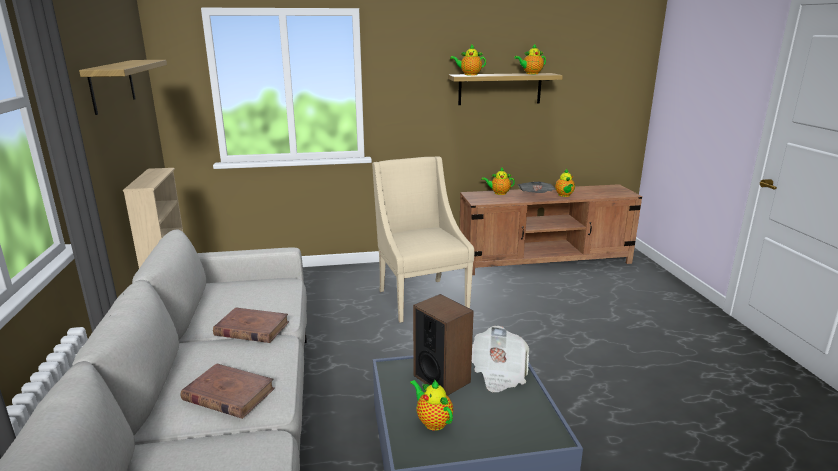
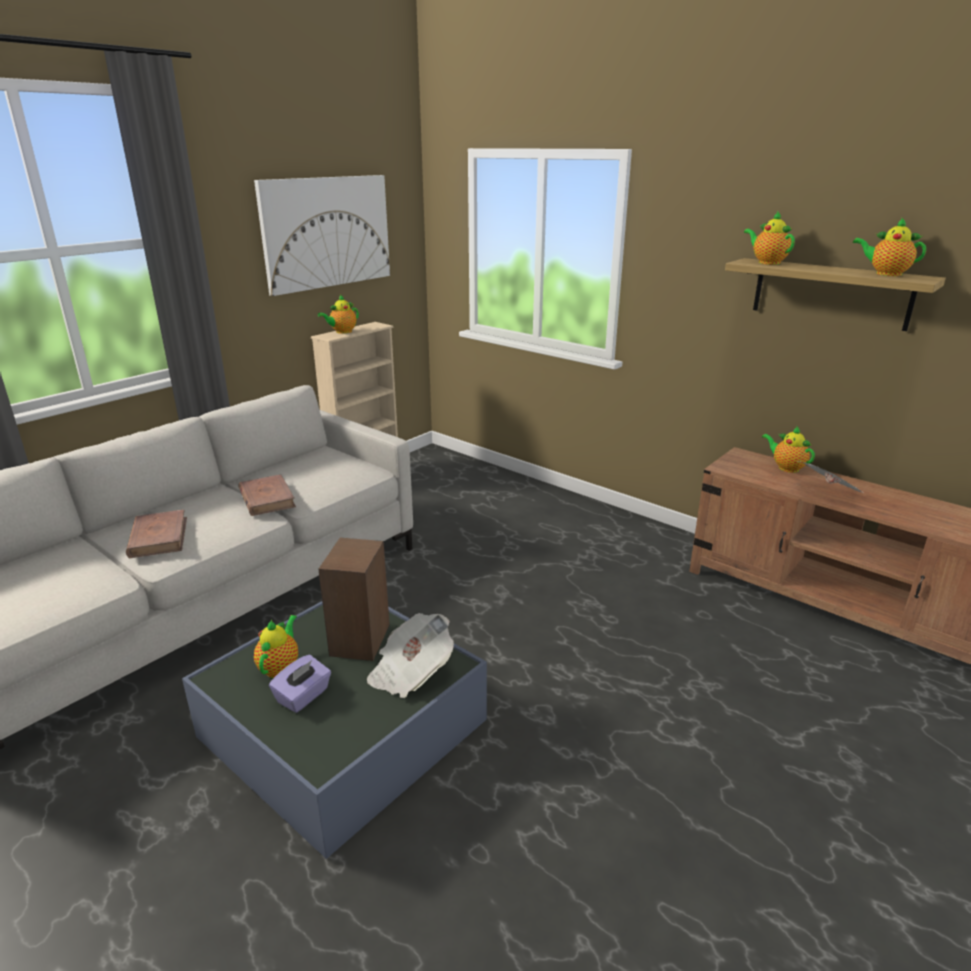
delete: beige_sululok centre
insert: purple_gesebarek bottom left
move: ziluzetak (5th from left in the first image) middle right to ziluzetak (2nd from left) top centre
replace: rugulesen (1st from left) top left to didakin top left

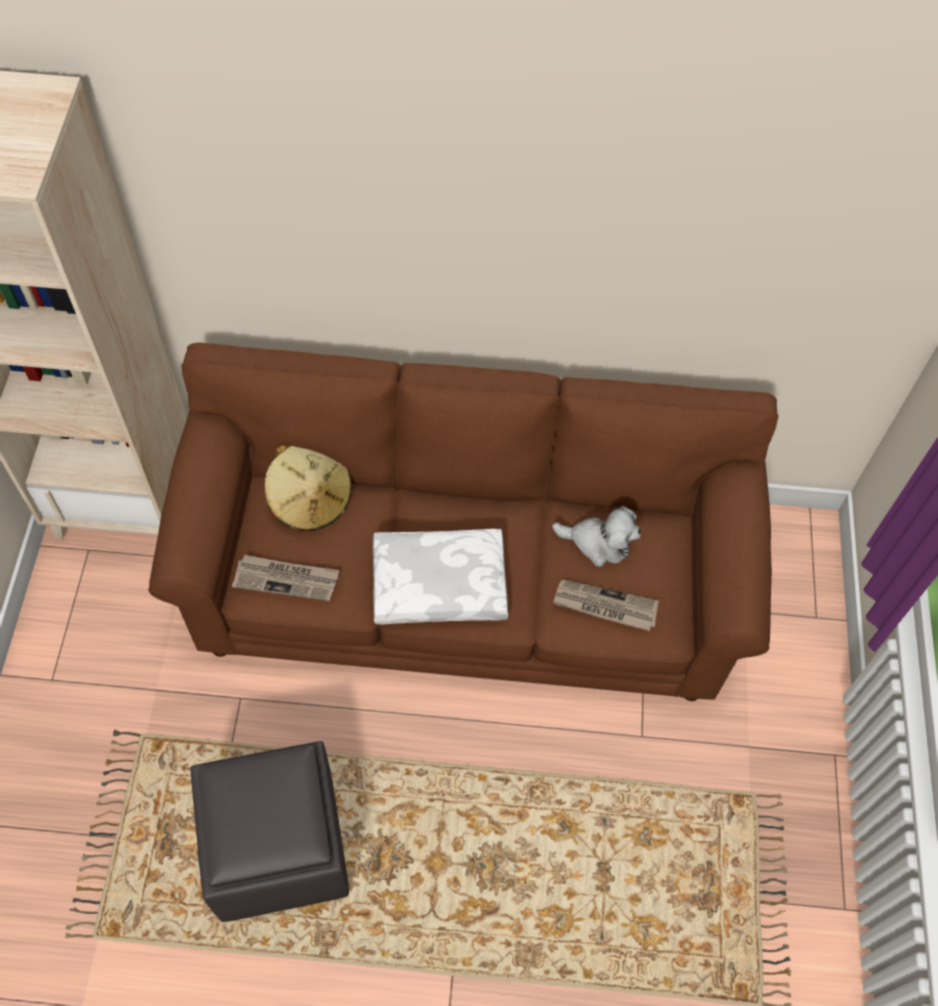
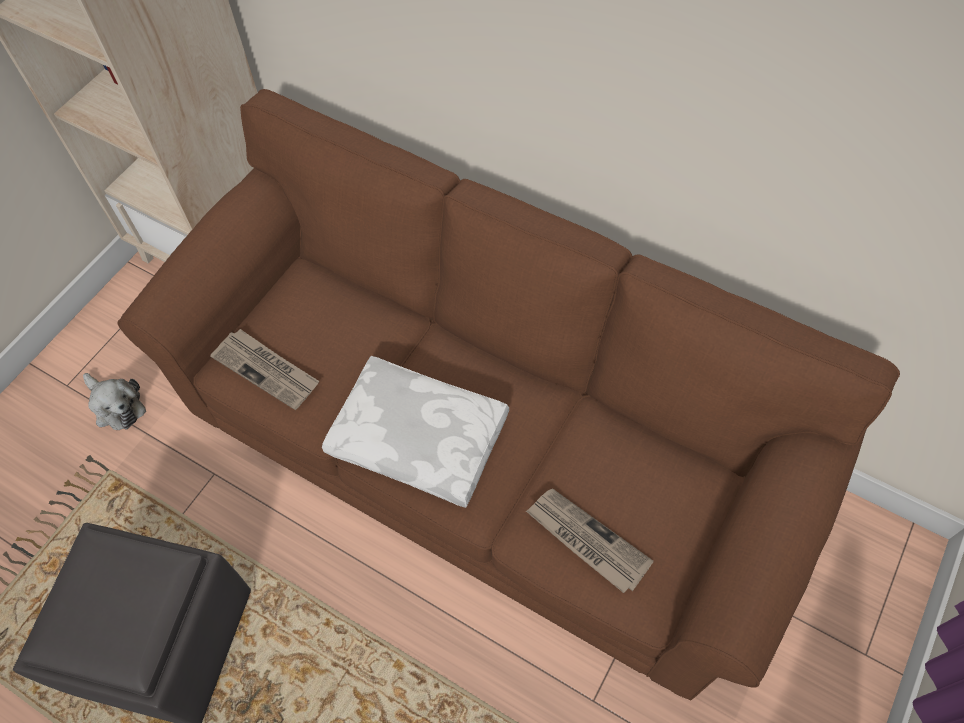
delete: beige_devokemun middle left
move: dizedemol centre to middle left

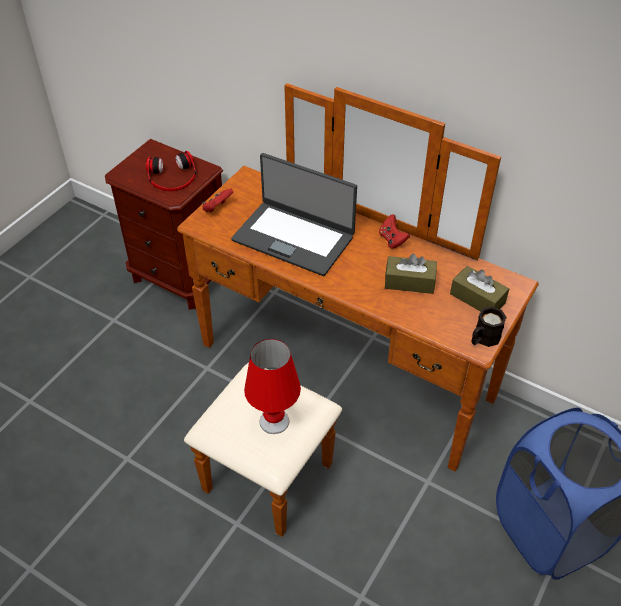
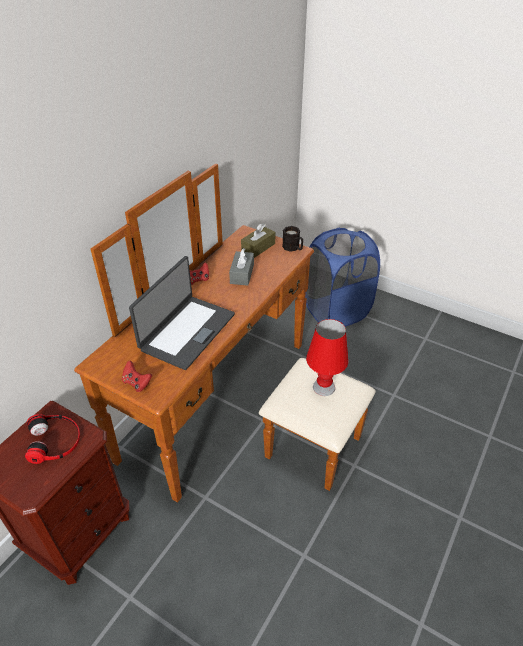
recolor: brown_gesebarek (1st from left) centre to grey_gesebarek centre

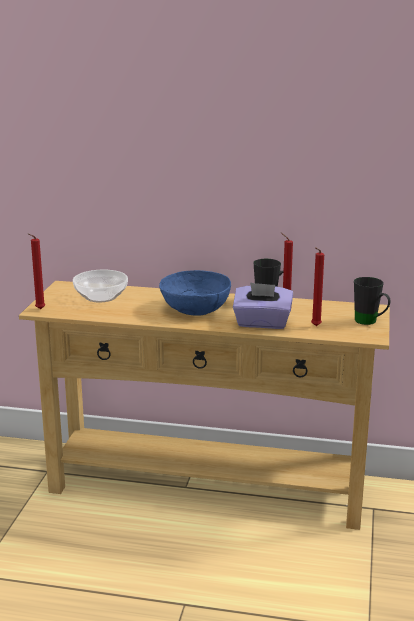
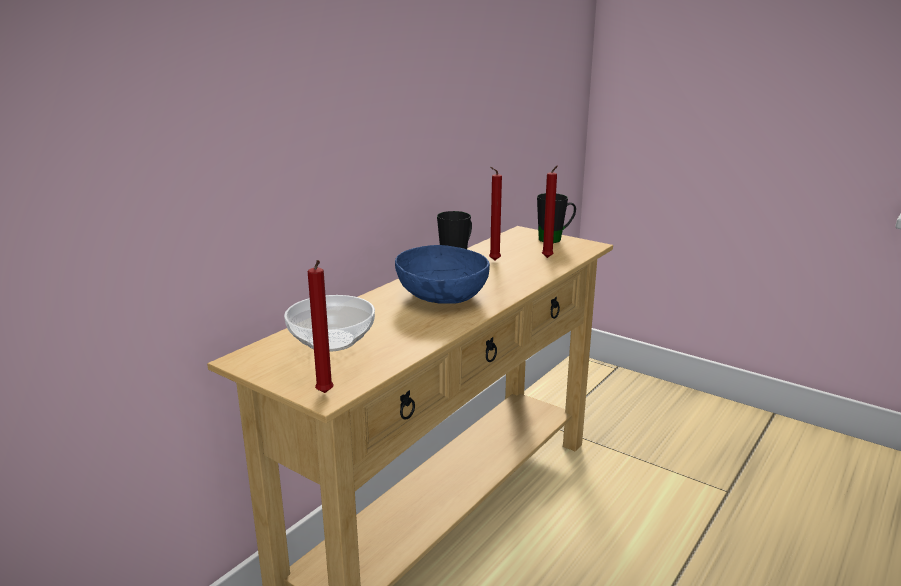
delete: purple_gesebarek centre

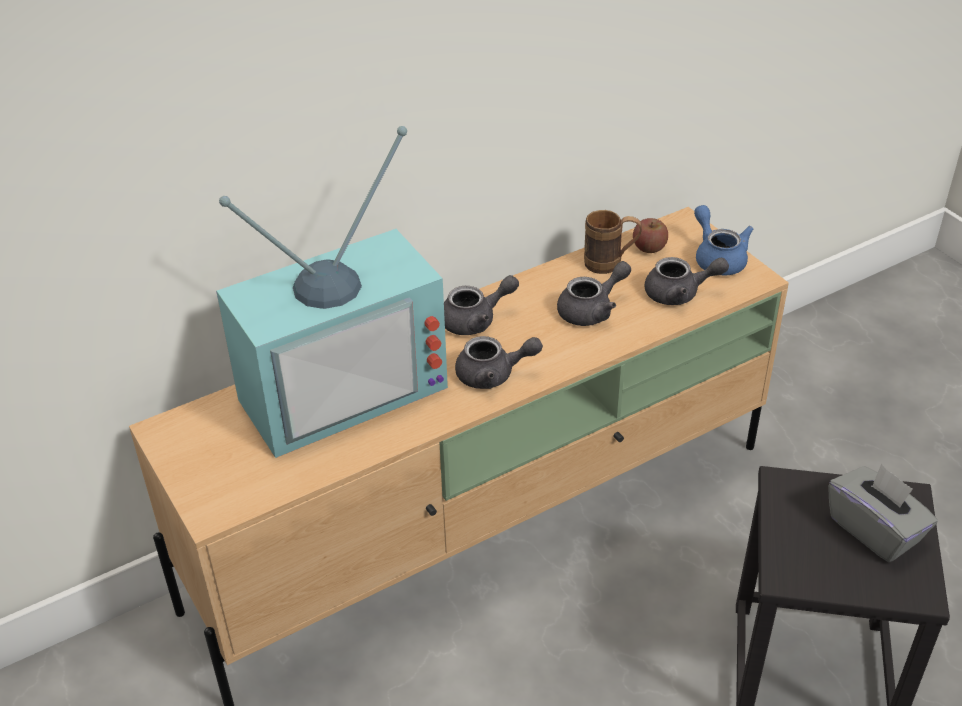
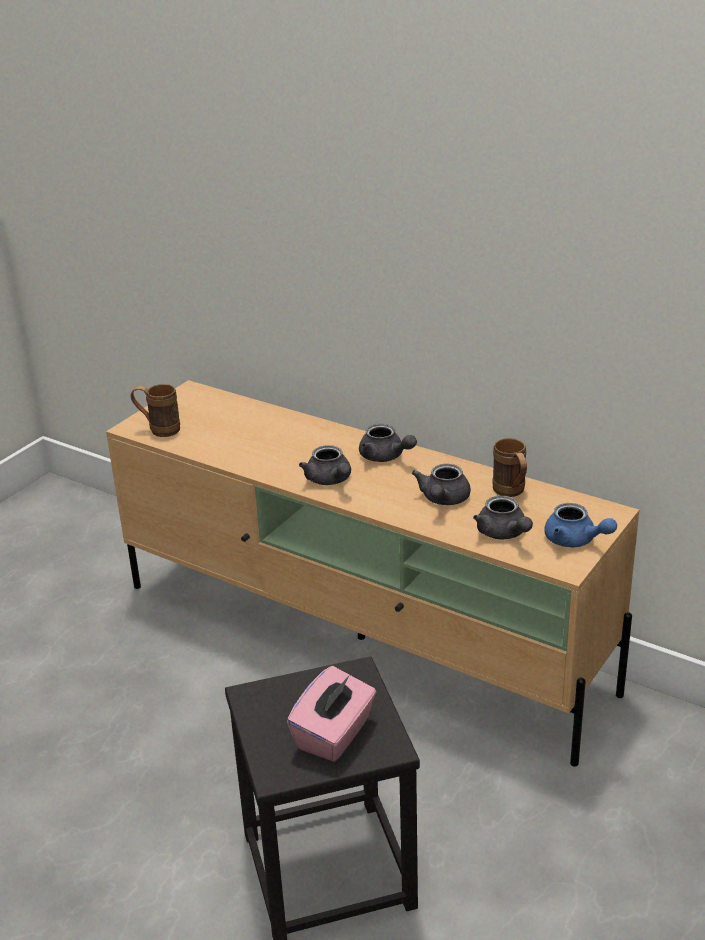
delete: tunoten centre; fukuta top right
insert: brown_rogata (1st from left) middle left
recolor: grey_gesebarek bottom right to pink_gesebarek bottom centre
rotate: grey_ziluzetak (3rd from left) centre = centre 75 degrees clockwise; blue_ziluzetak middle right = middle right 90 degrees clockwise

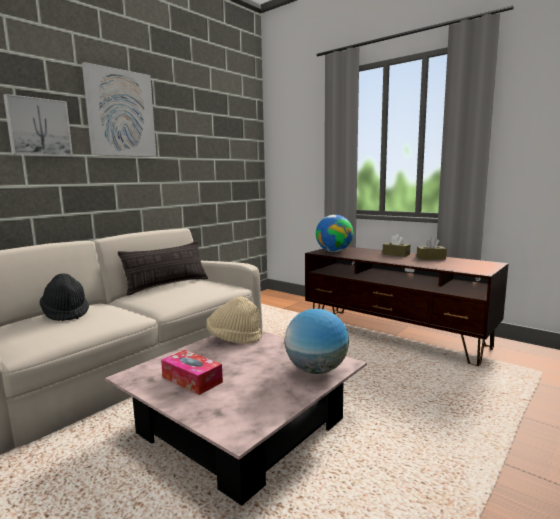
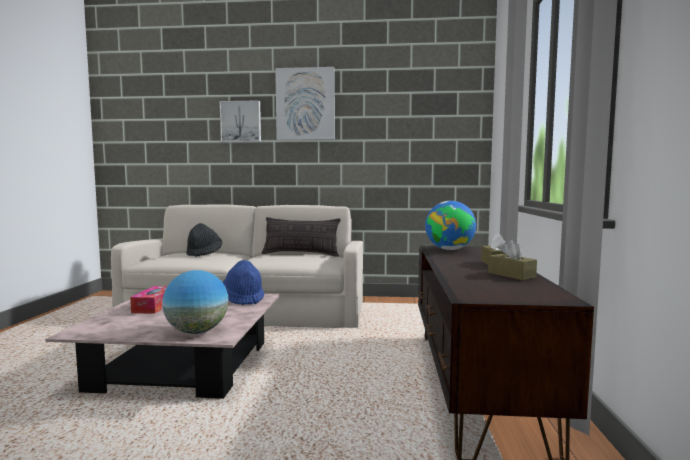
recolor: beige_devokemun centre to blue_devokemun centre

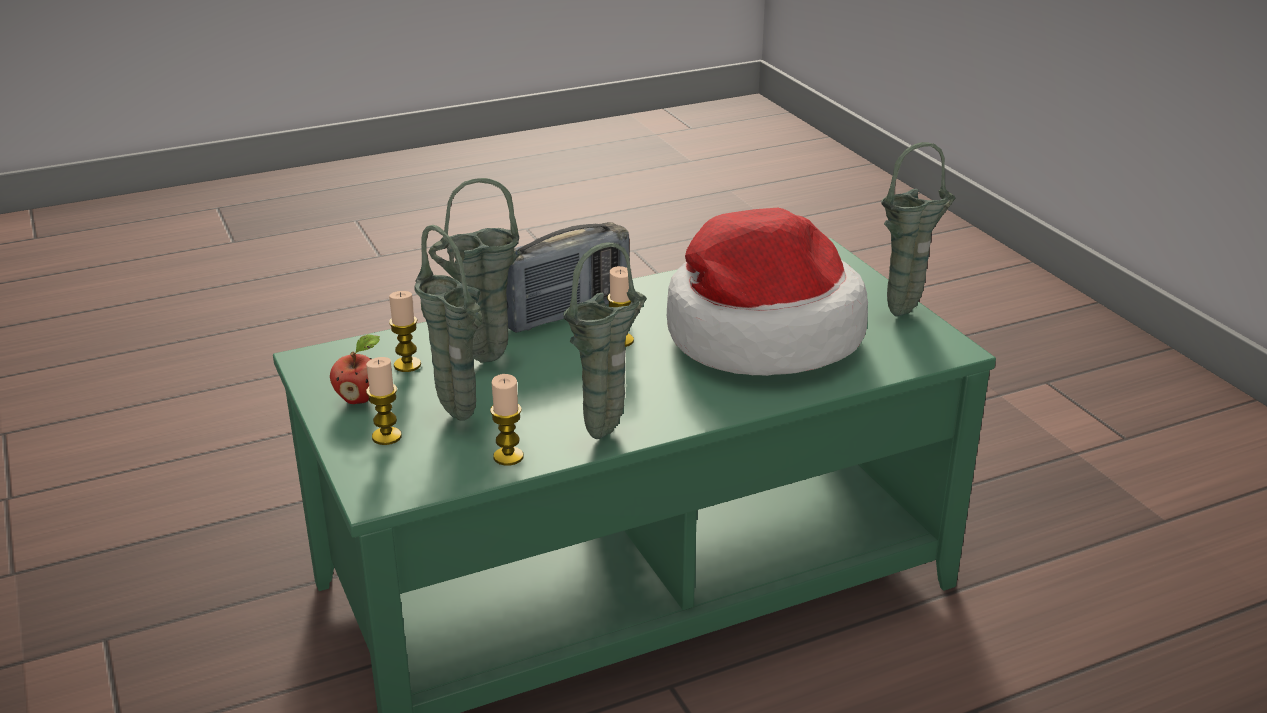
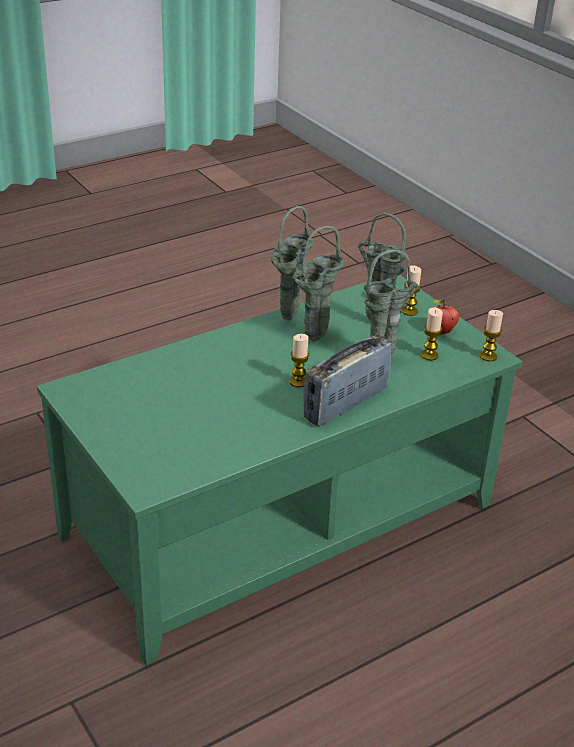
delete: devokemun centre
move: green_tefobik (4th from left in the first image) top right to green_tefobik (2nd from left) centre; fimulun (3rd from left in the first image) centre to fimulun (4th from left) middle right

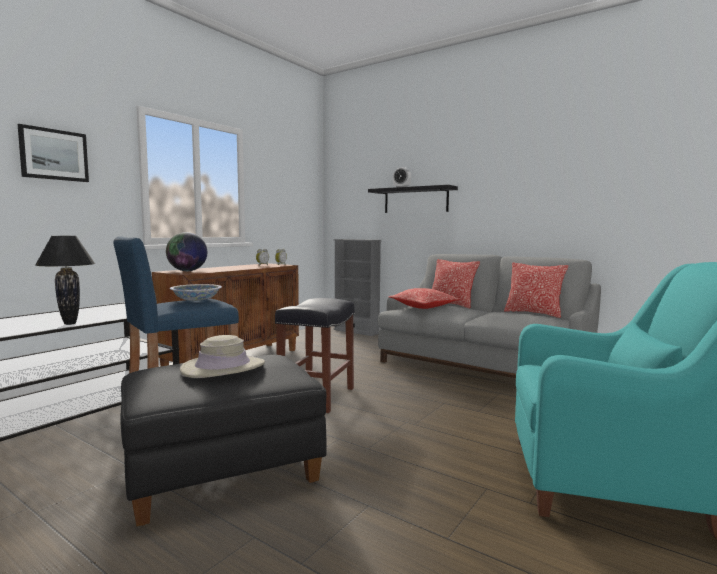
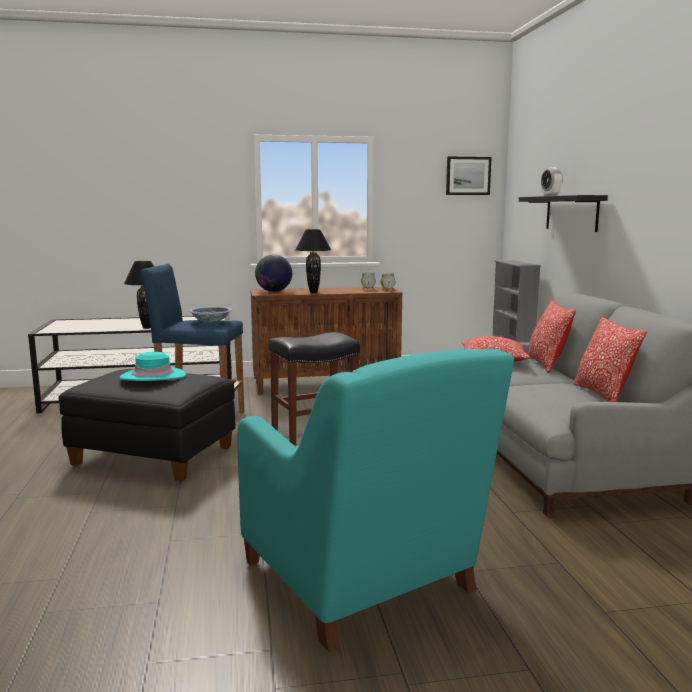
insert: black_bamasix (2nd from left) centre
move: didakin top left to top right
recolor: beige_devokemun middle left to turquoise_devokemun middle left

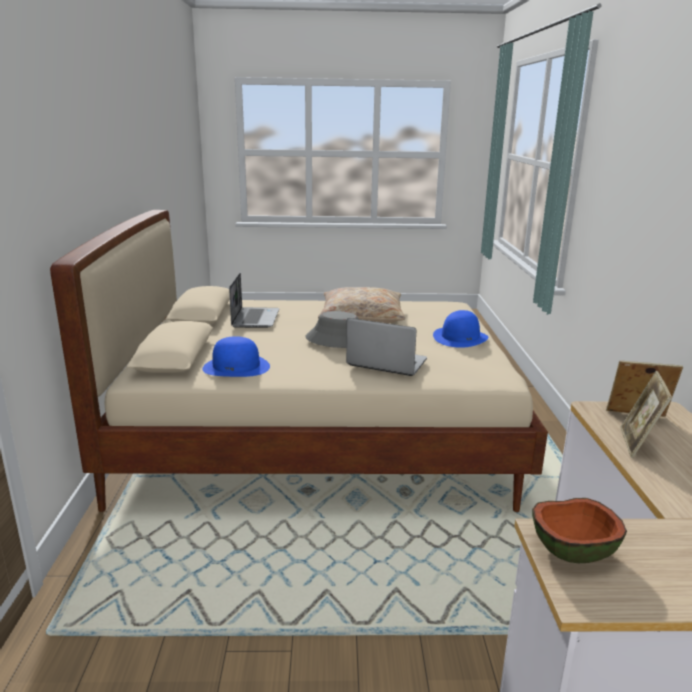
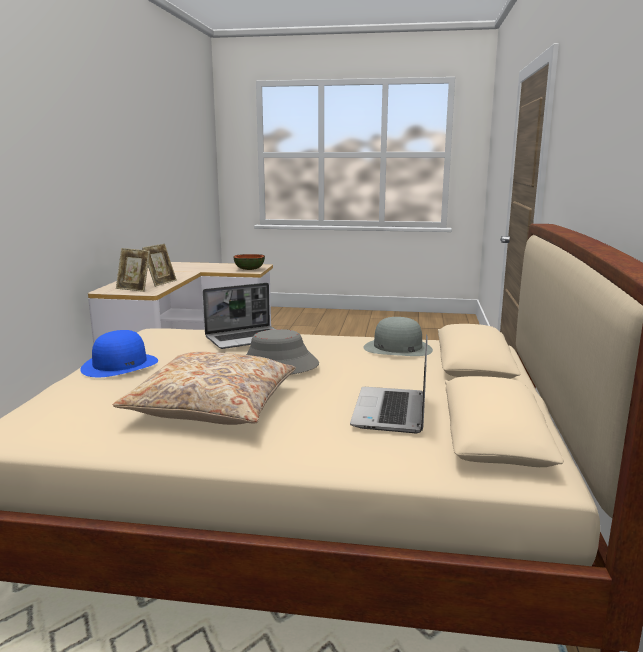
recolor: blue_devokemun (1st from left) centre to grey_devokemun (2nd from left) centre
rotate: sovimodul (2nd from left in the first image) centre = centre 60 degrees counterclockwise

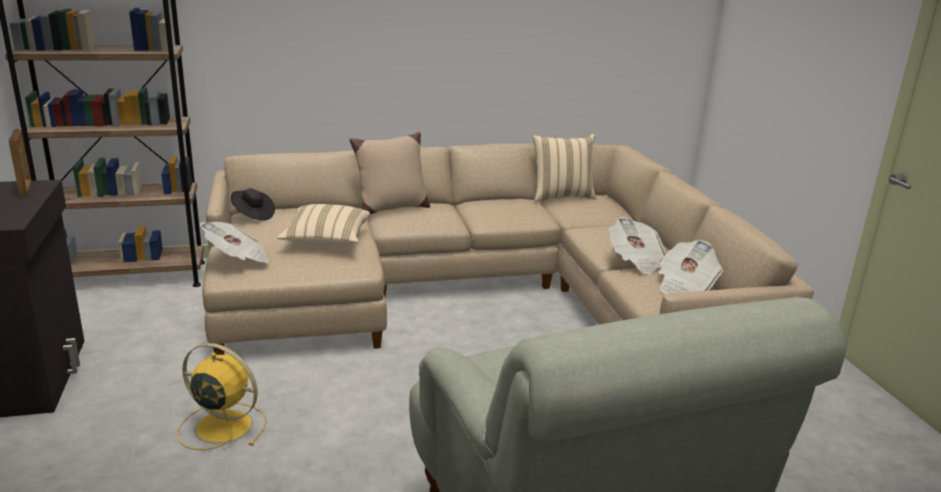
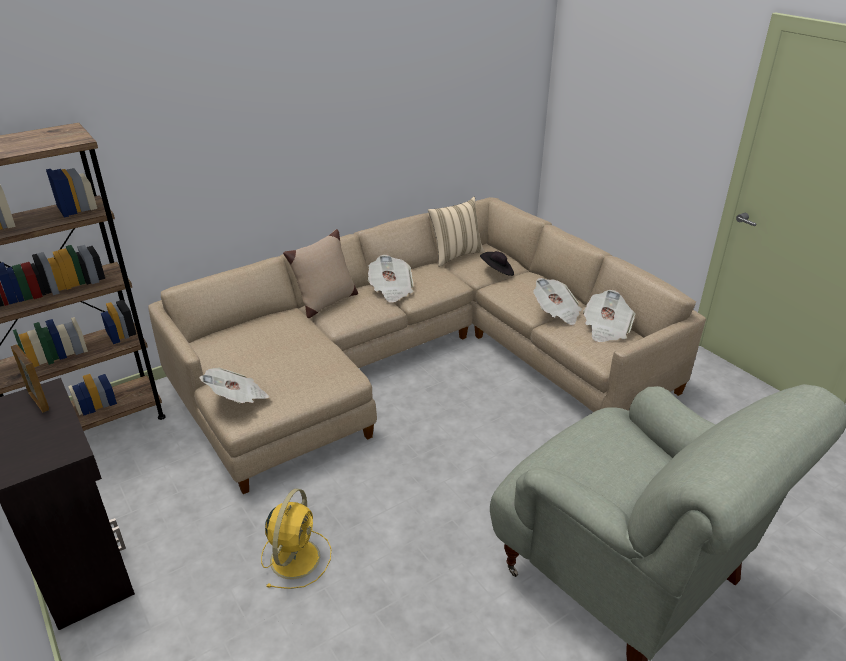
delete: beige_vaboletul (1st from left) centre
insert: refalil (2nd from left) centre
move: black_devokemun middle left to centre
rotate: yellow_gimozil bottom left = bottom centre 105 degrees clockwise

